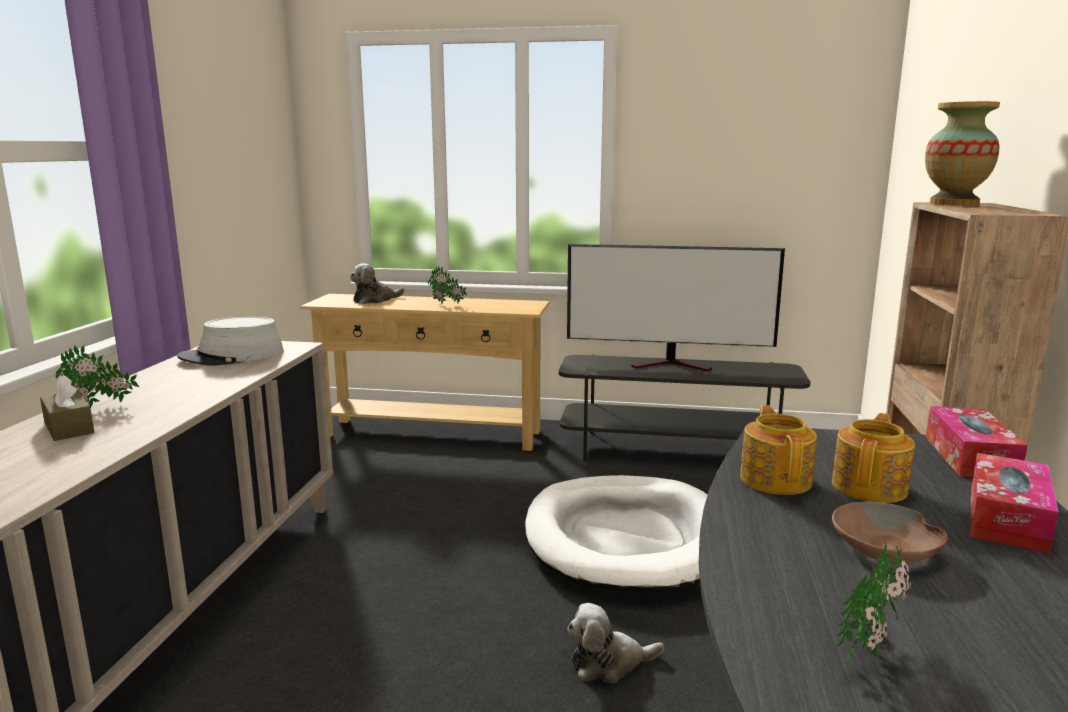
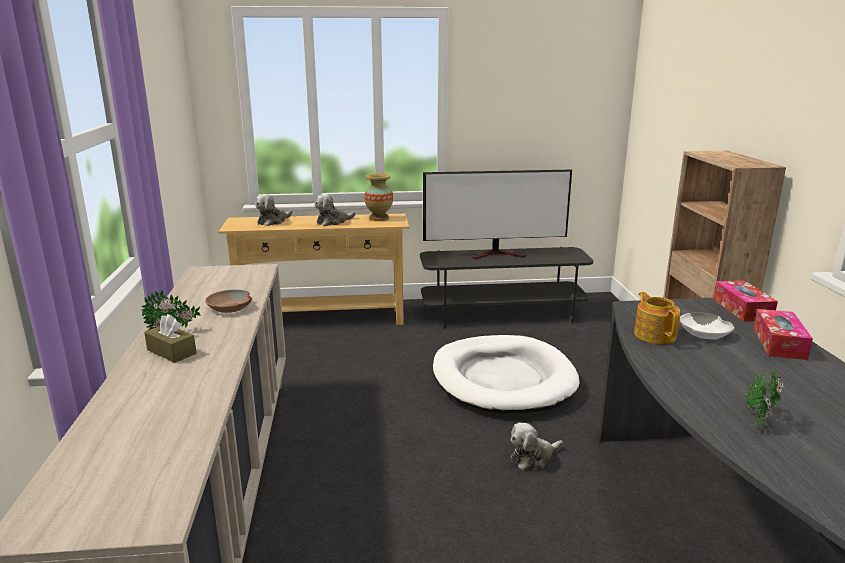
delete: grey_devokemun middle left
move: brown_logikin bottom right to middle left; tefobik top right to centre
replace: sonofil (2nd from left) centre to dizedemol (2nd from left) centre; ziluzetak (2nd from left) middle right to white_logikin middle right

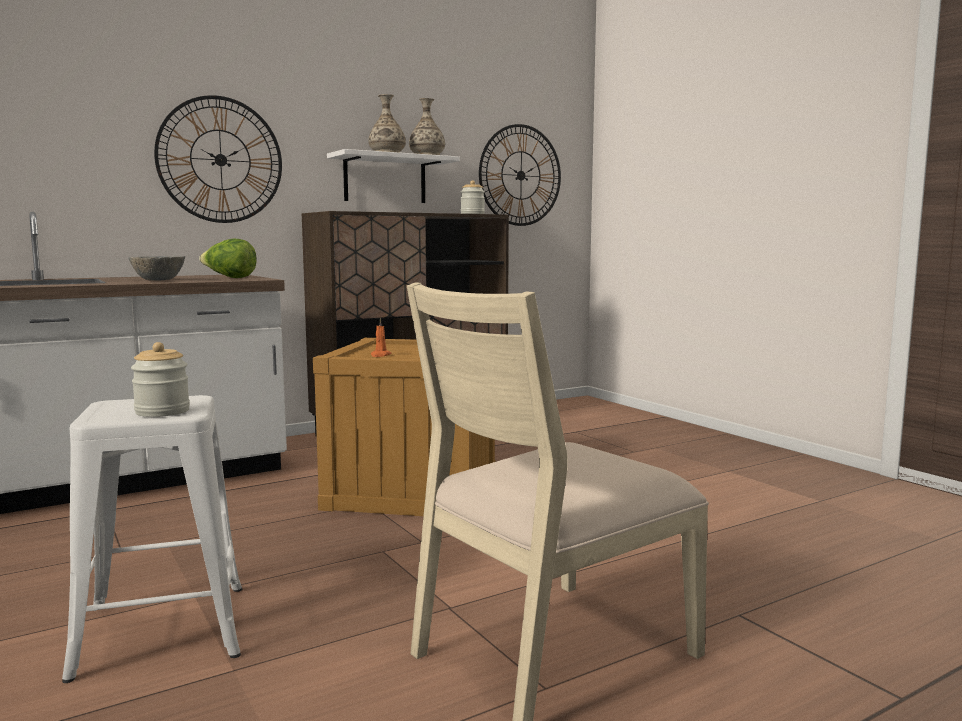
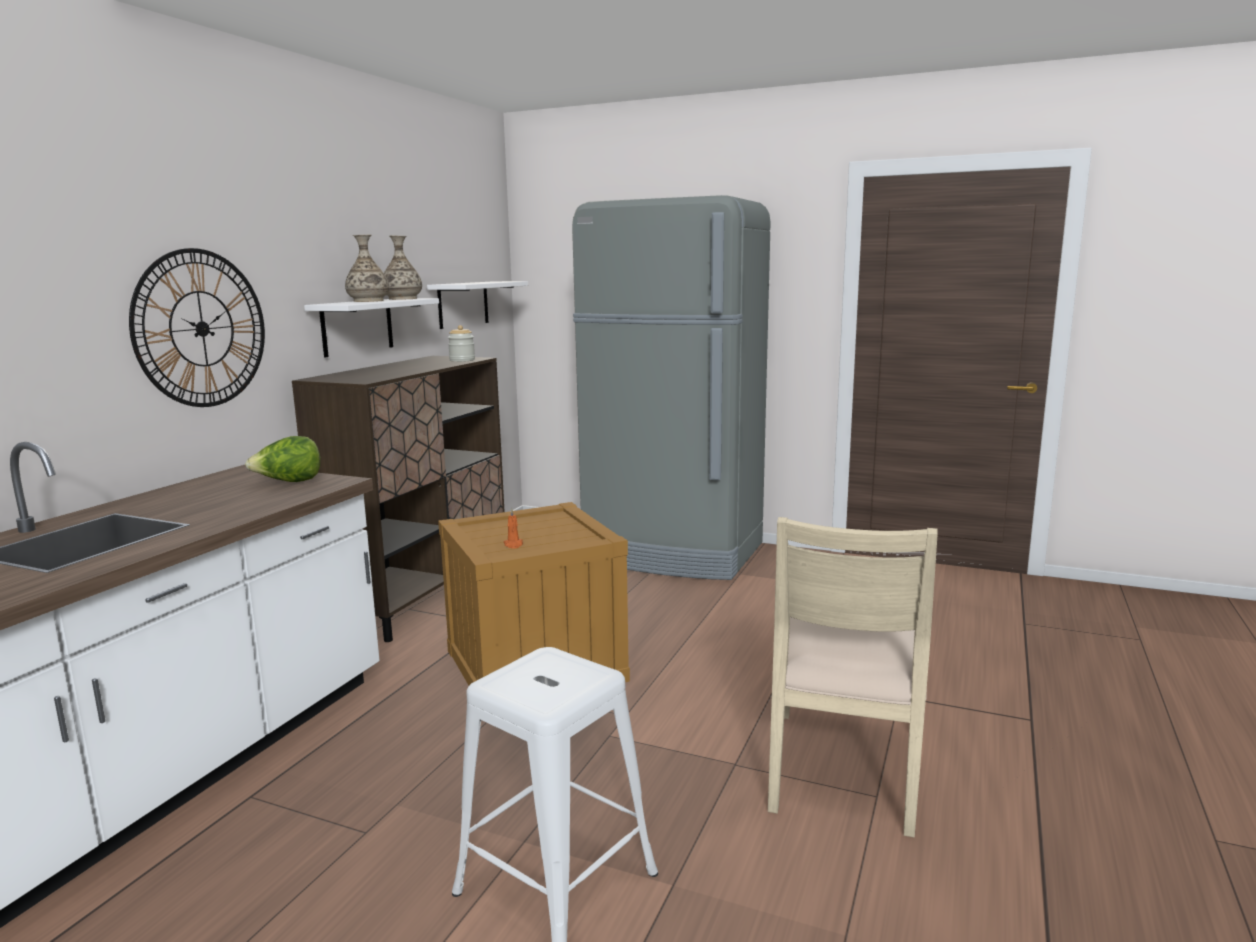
delete: grey_logikin middle left; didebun (1st from left) middle left
insert: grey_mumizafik centre
replace: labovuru (2nd from left) top centre to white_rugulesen (2nd from left) top centre

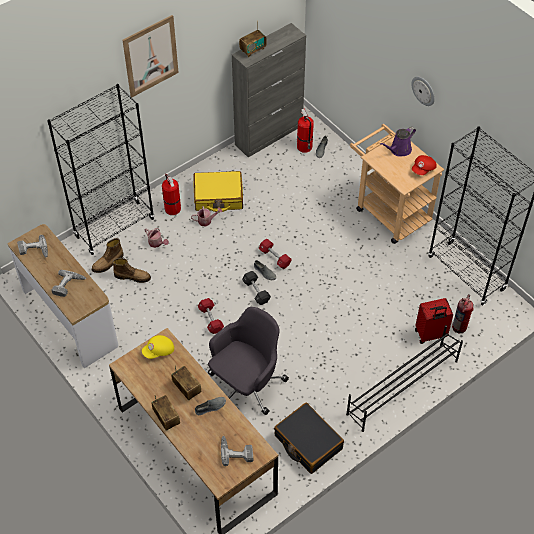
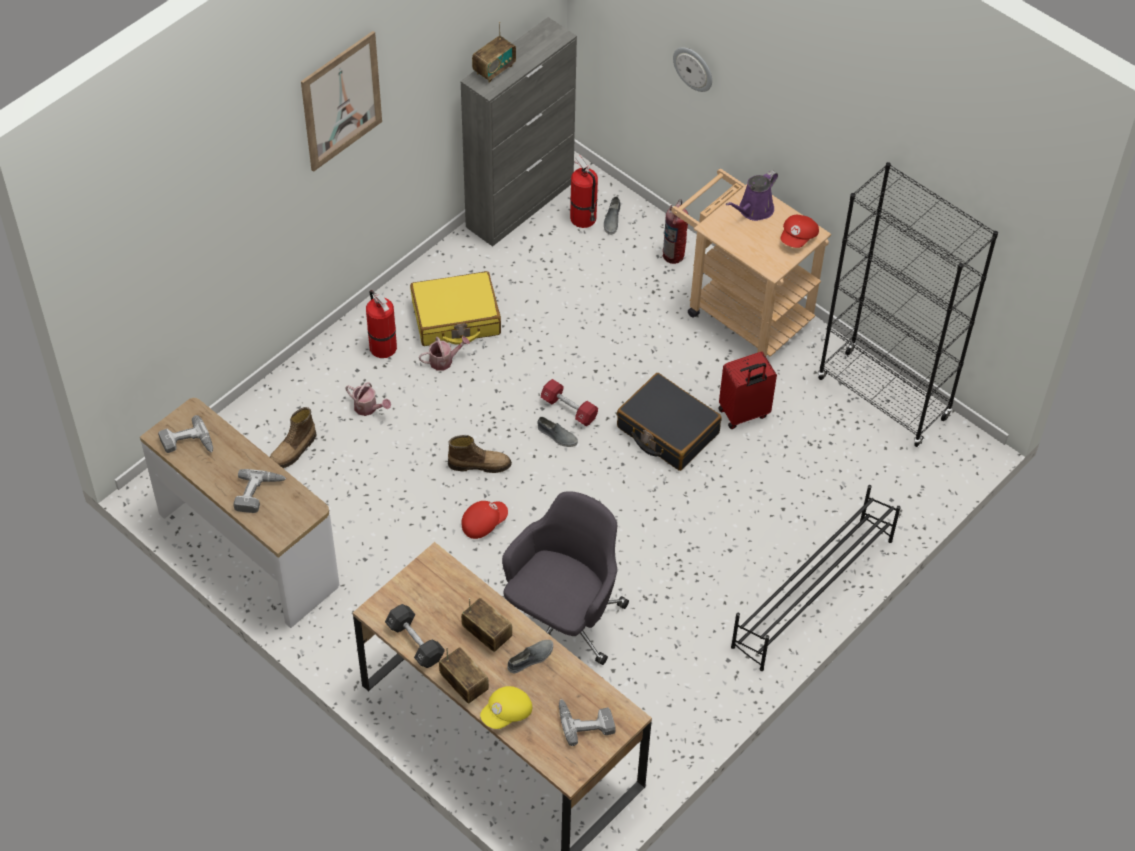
delete: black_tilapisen (1st from left) top left
move: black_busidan centre to bottom centre; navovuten (2nd from left) middle left to centre; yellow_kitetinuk middle left to bottom centre; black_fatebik bottom centre to centre; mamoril (3rd from left) middle right to top centre; labovuru top right to top centre; red_fatebik middle right to centre
replace: red_busidan (1st from left) centre to red_kitetinuk (1st from left) centre

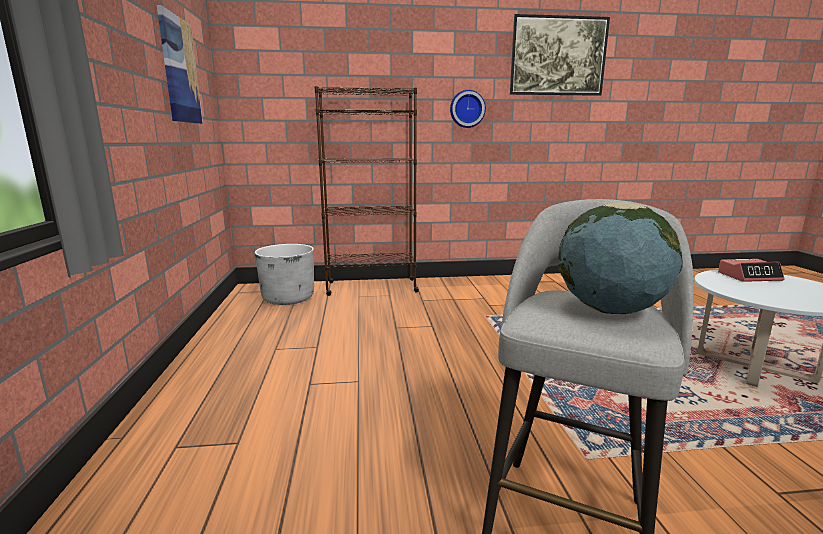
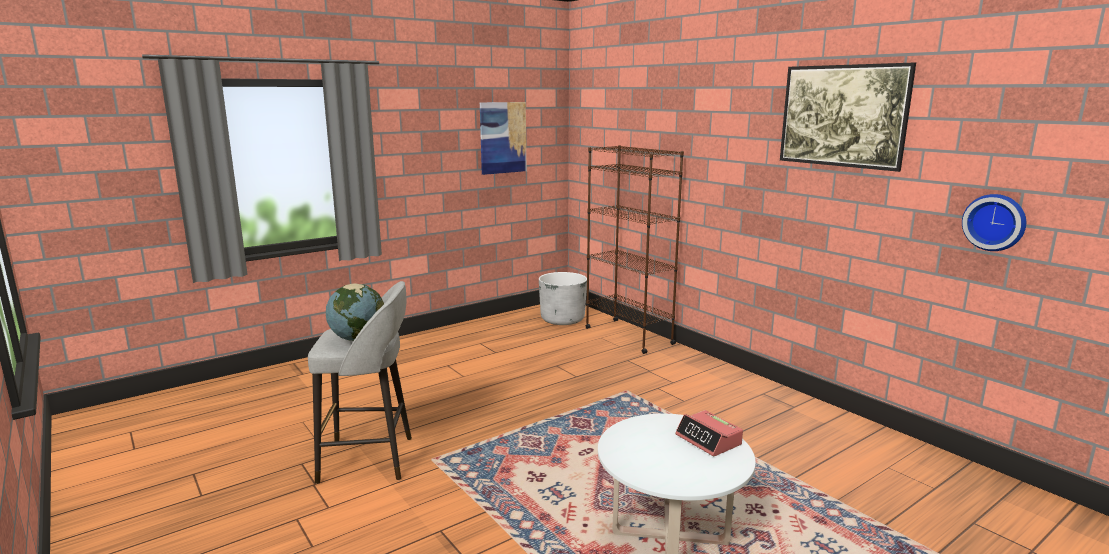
move: labovuru top centre to middle right

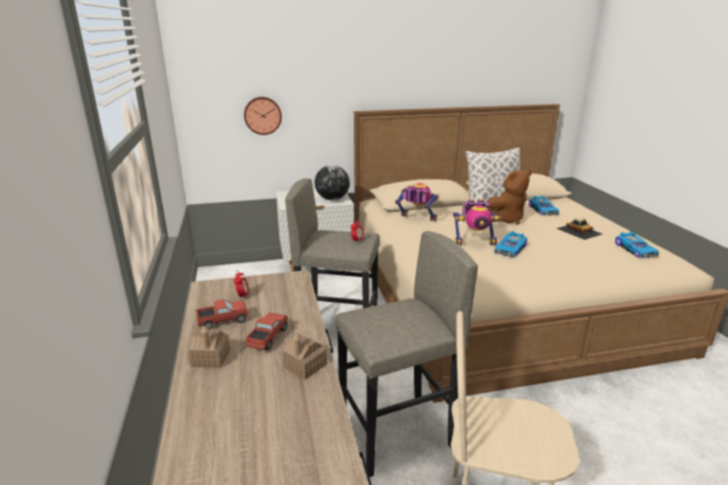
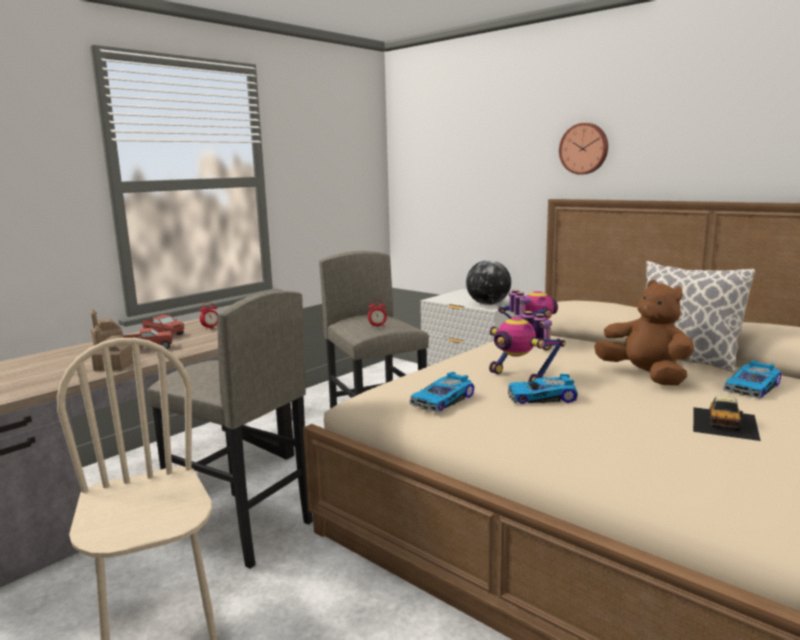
move: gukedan (4th from left in the first image) middle right to gukedan (1st from left) centre; labovuru top centre to top right
rotate: brown_dizedemol middle right = middle right 150 degrees counterclockwise

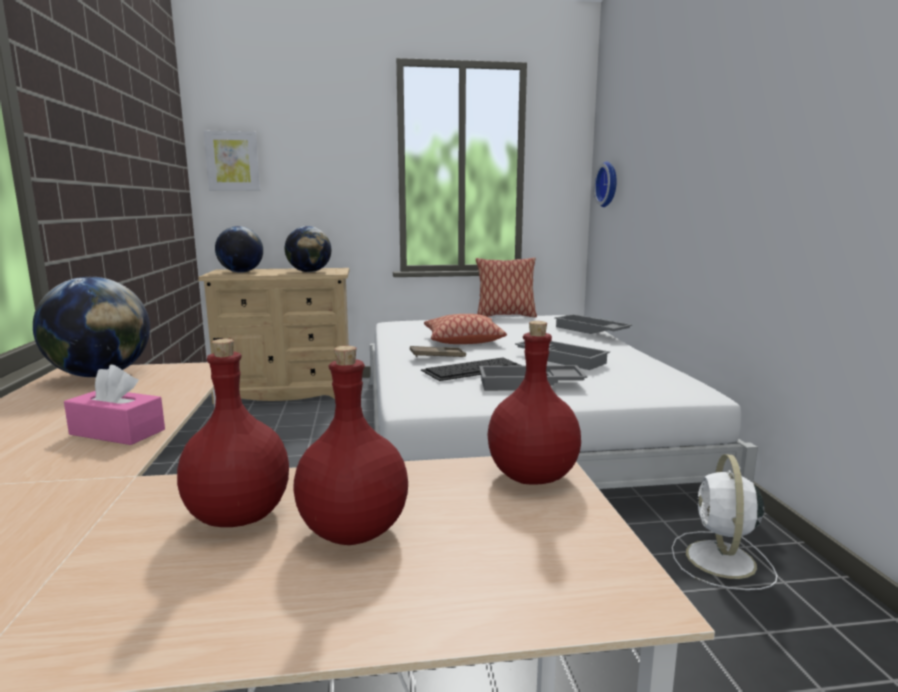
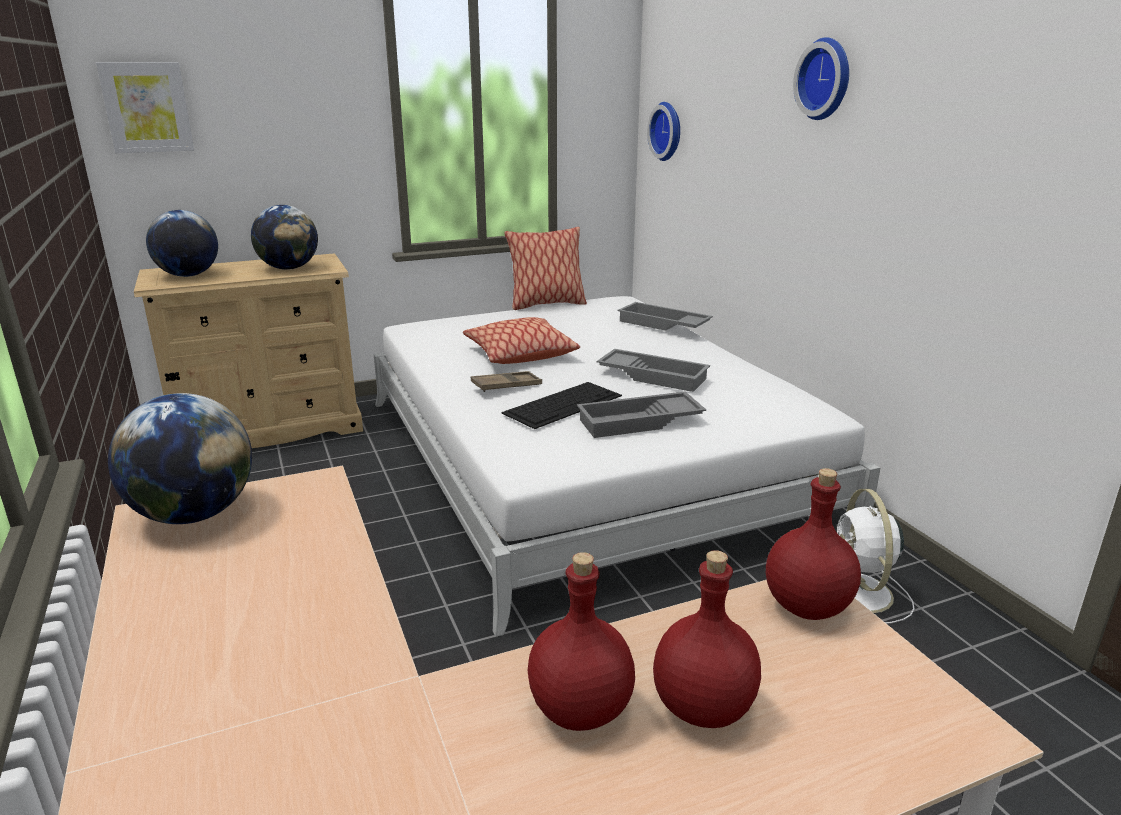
delete: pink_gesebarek middle left
insert: labovuru (2nd from left) top right

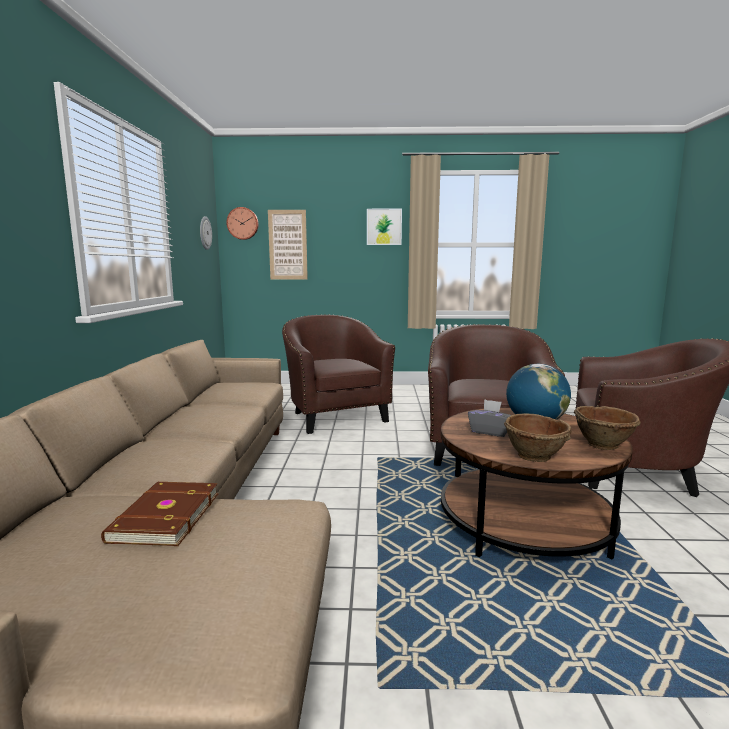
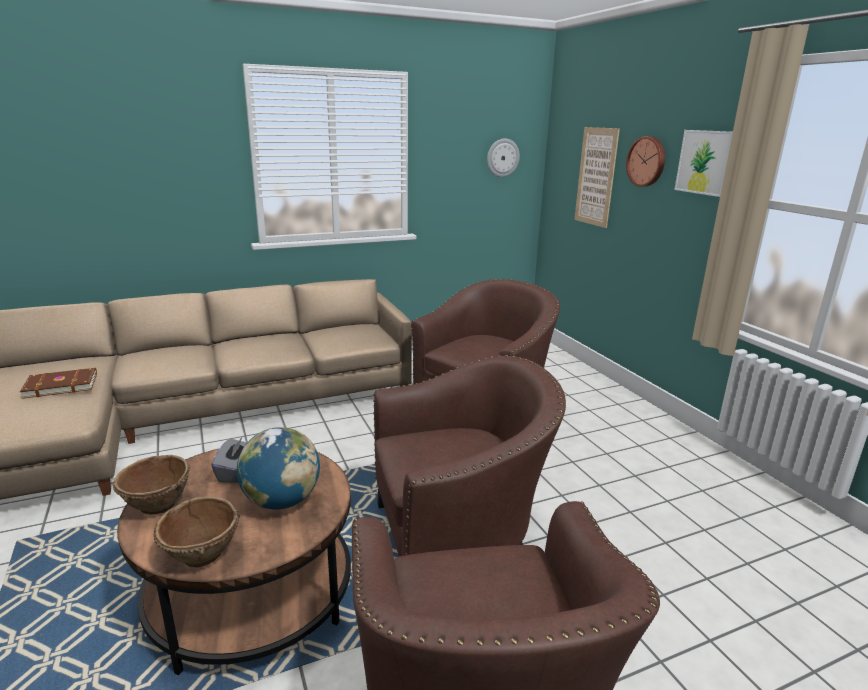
move: labovuru (2nd from left) top left to top right

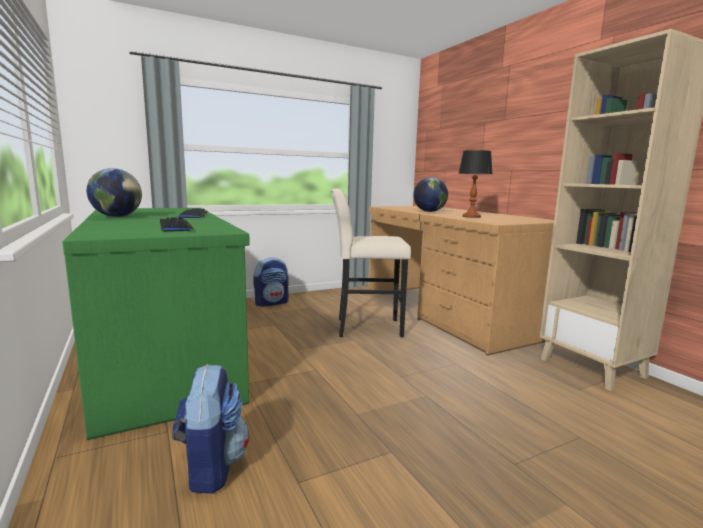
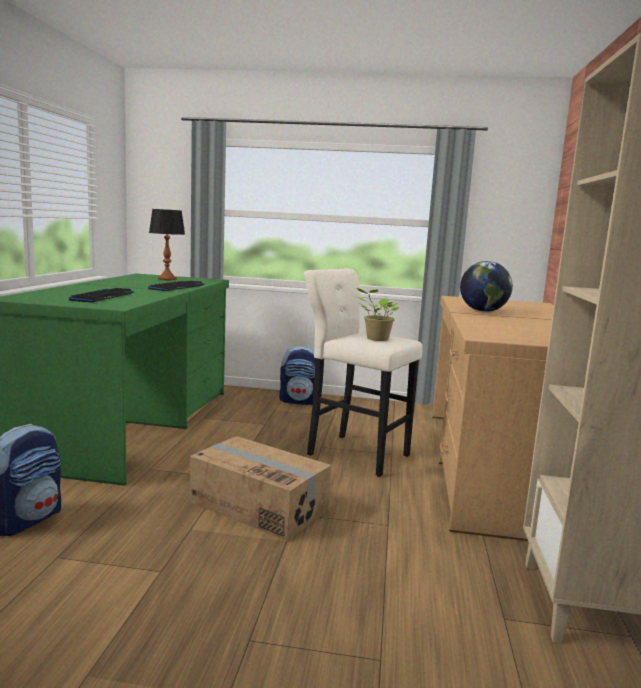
delete: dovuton (1st from left) middle left
insert: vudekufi bottom centre; sonofil centre
move: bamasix middle right to middle left

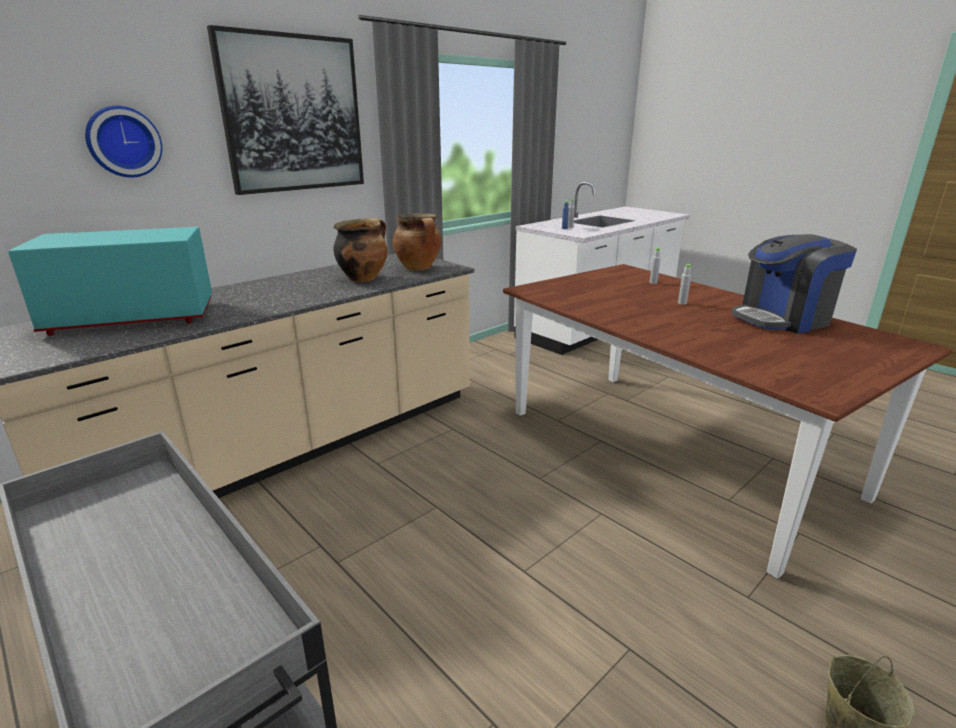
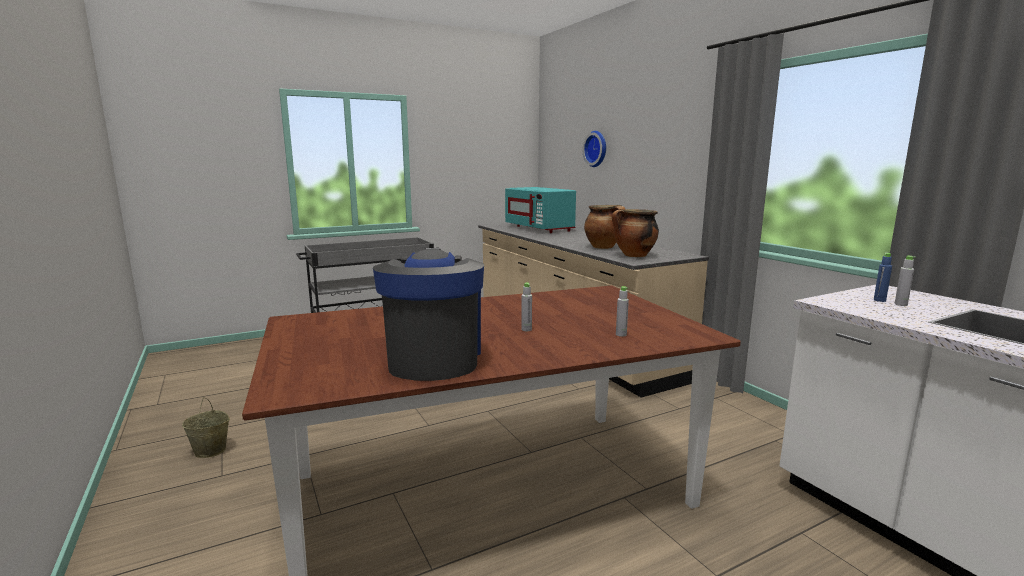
delete: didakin top left
rotate: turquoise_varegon middle left = centre 150 degrees clockwise

